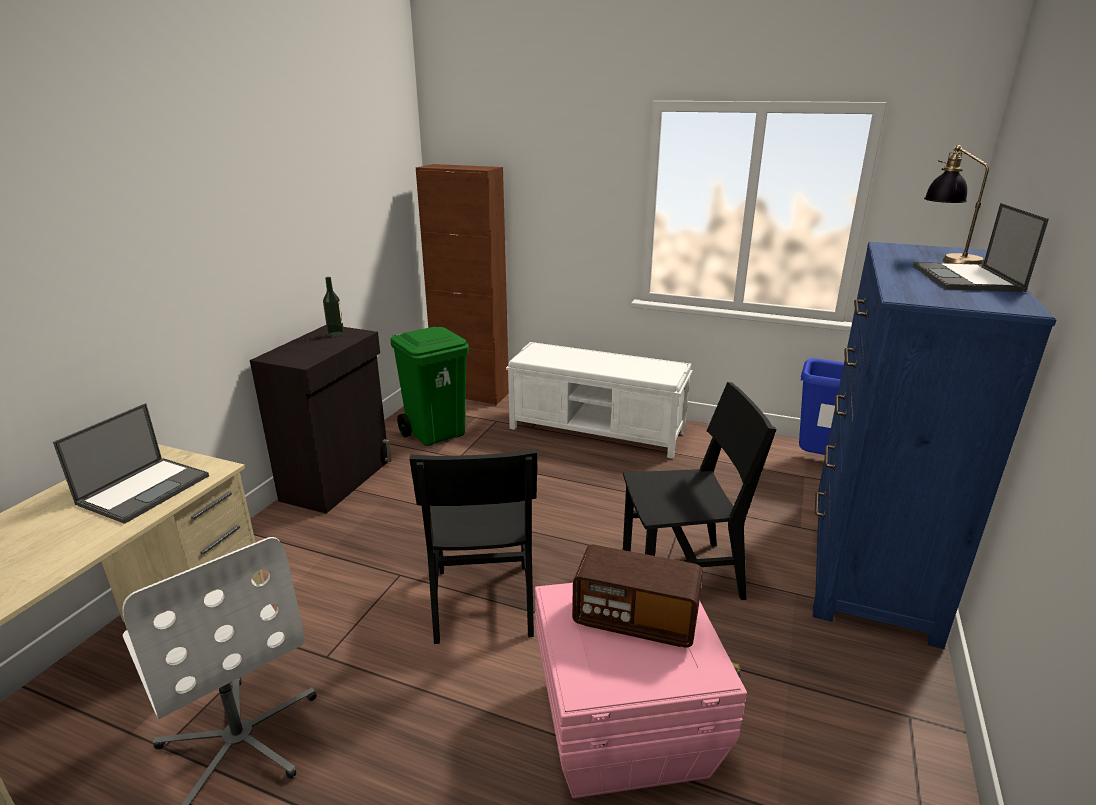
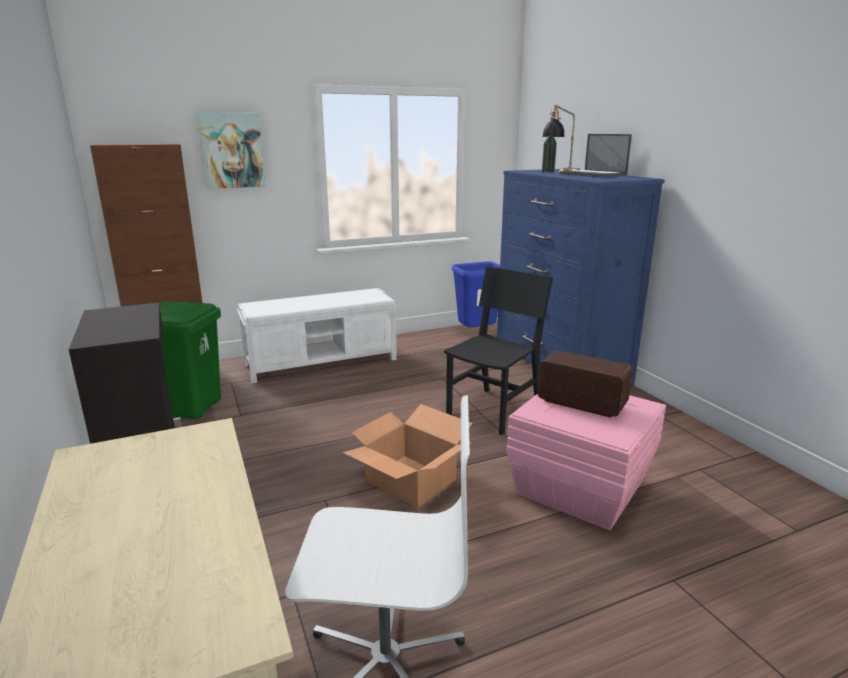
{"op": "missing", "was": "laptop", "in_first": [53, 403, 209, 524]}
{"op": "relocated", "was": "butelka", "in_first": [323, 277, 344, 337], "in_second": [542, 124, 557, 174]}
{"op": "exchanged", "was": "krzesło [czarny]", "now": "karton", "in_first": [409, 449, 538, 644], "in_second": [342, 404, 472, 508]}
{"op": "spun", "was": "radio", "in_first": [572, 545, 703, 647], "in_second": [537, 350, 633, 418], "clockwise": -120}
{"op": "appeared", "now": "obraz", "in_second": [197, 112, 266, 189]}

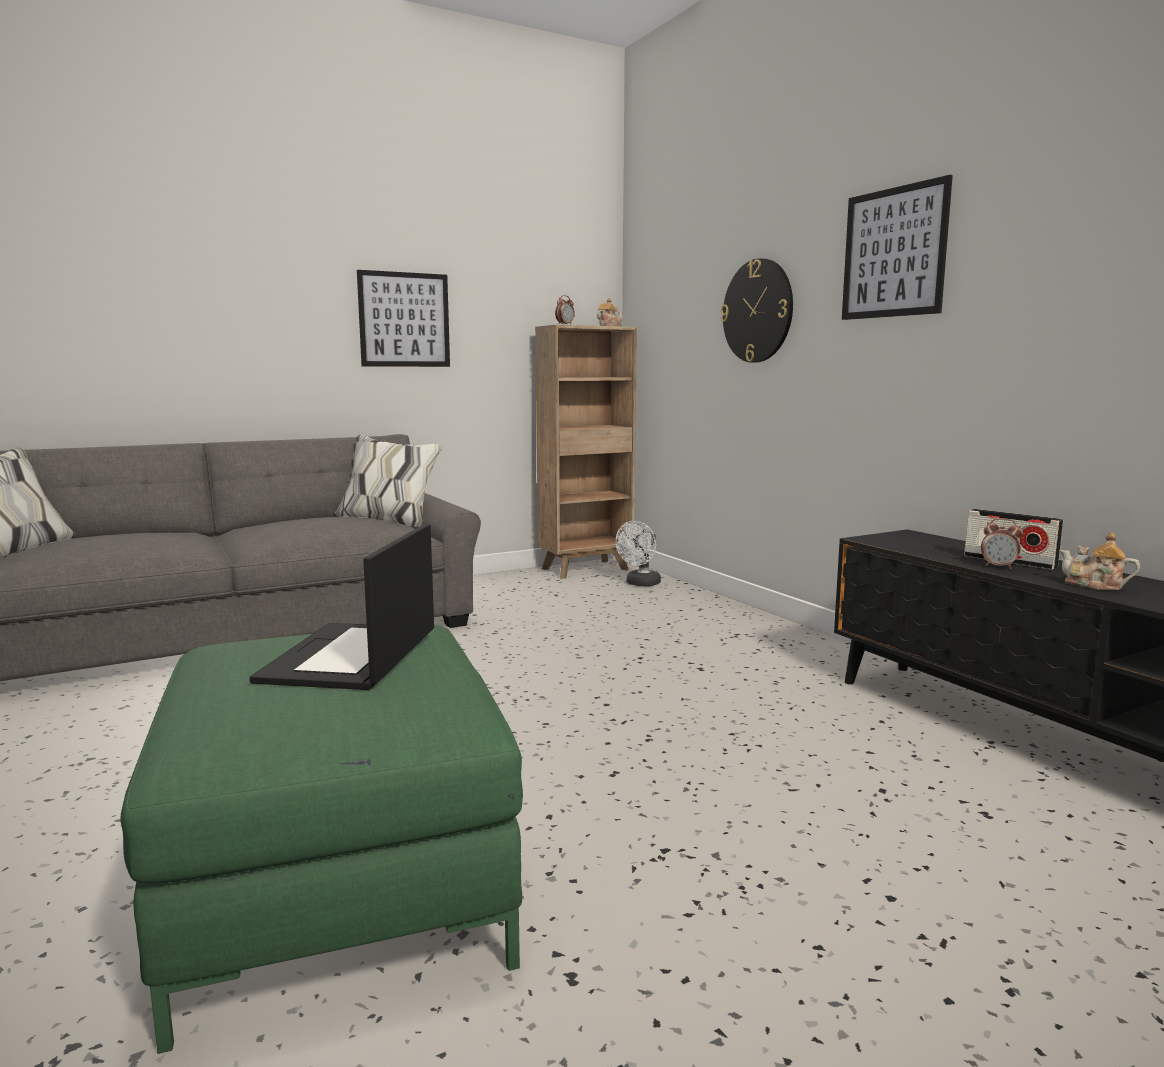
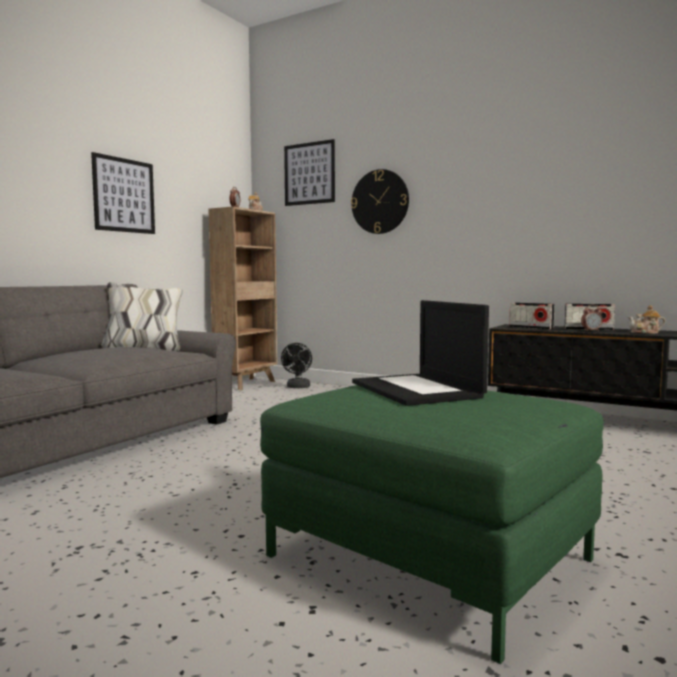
{"op": "colour", "was": "wentylator [biały]", "now": "wentylator [czarny]", "in_first": [616, 521, 661, 586], "in_second": [281, 343, 312, 388]}
{"op": "relocated", "was": "obraz", "in_first": [842, 175, 953, 320], "in_second": [284, 139, 335, 206]}
{"op": "appeared", "now": "radio", "in_second": [509, 302, 555, 330]}

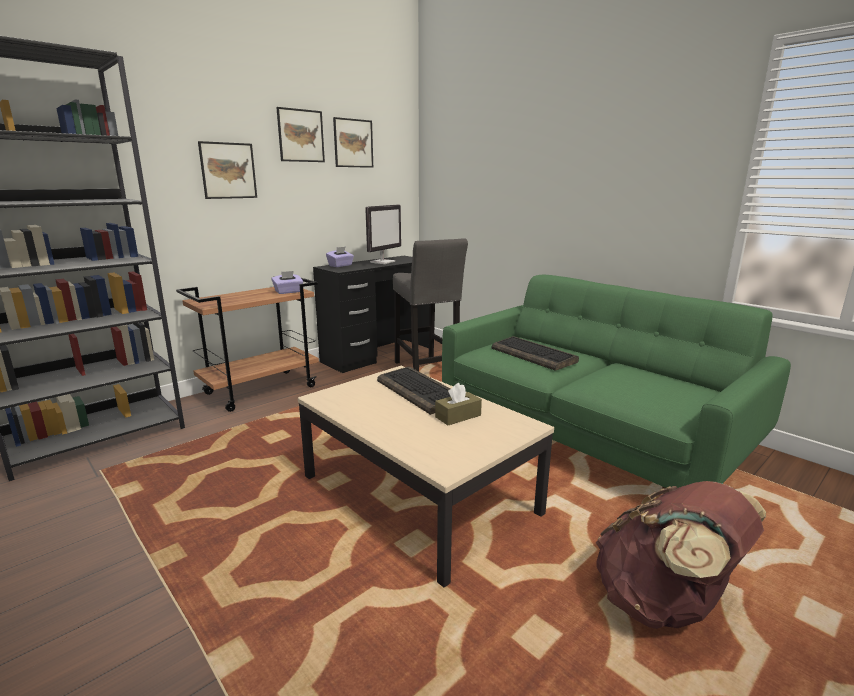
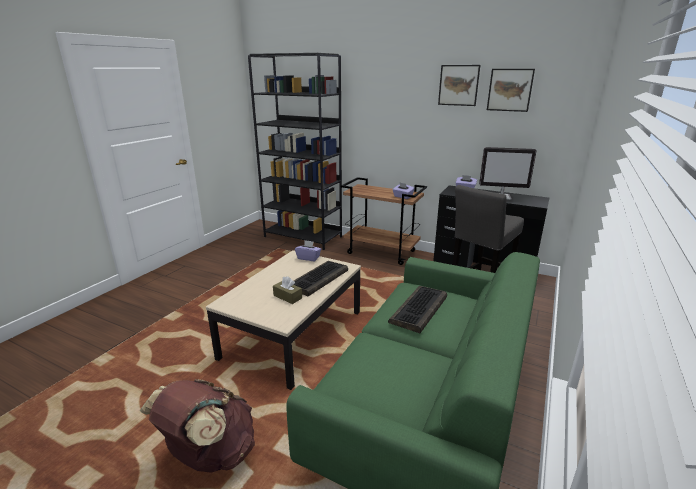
{"op": "missing", "was": "obraz", "in_first": [198, 141, 257, 199]}
{"op": "appeared", "now": "pudełko chusteczek [fioletowy]", "in_second": [295, 240, 321, 261]}

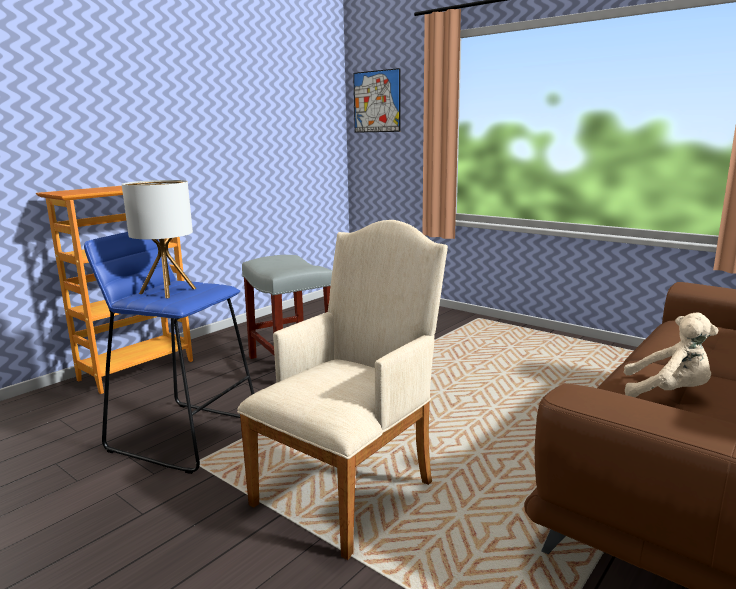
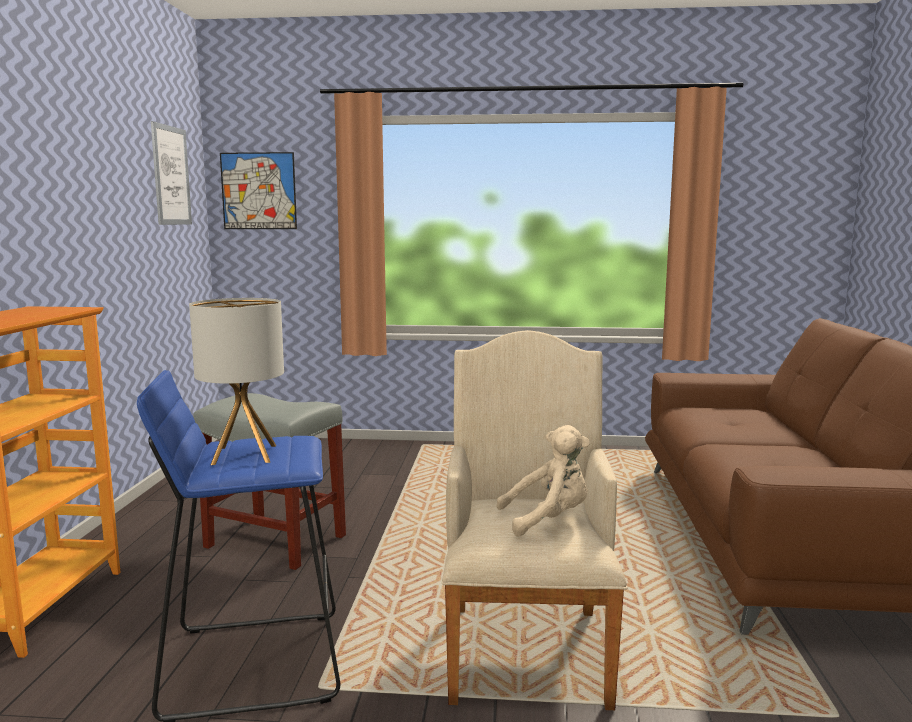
{"op": "relocated", "was": "pluszak [beżowy]", "in_first": [624, 313, 718, 397], "in_second": [496, 425, 590, 536]}
{"op": "appeared", "now": "obraz", "in_second": [151, 121, 192, 225]}

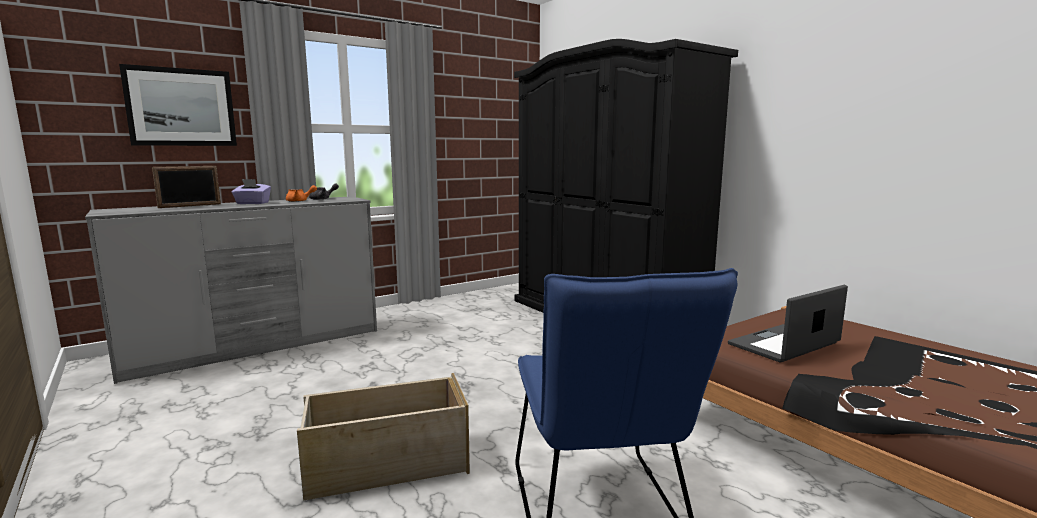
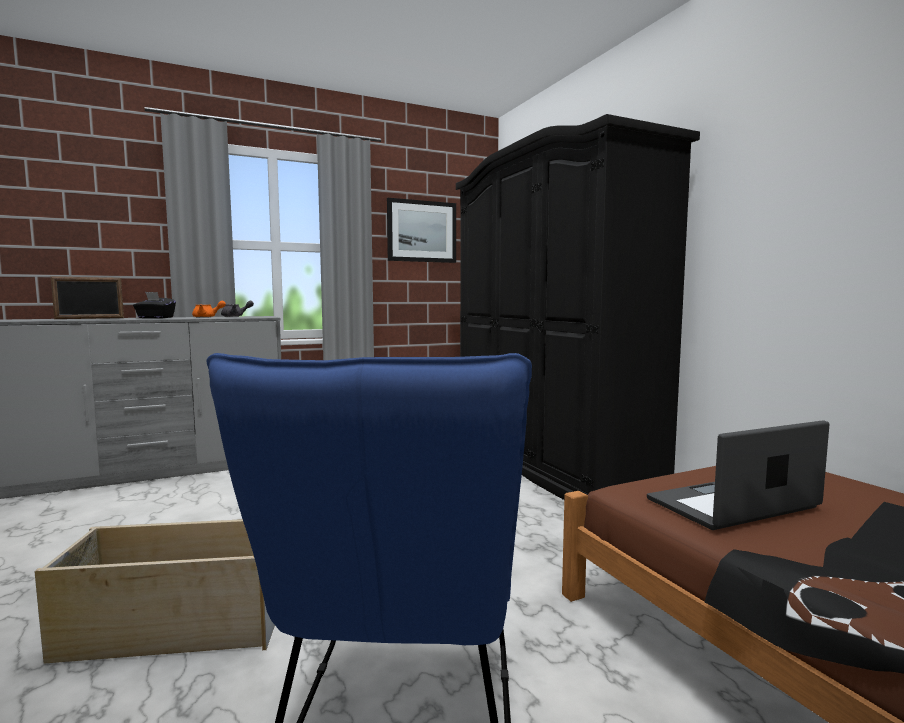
{"op": "relocated", "was": "obraz", "in_first": [119, 64, 237, 146], "in_second": [387, 198, 456, 263]}
{"op": "colour", "was": "pudełko chusteczek [fioletowy]", "now": "pudełko chusteczek [czarny]", "in_first": [232, 179, 271, 204], "in_second": [133, 292, 176, 318]}

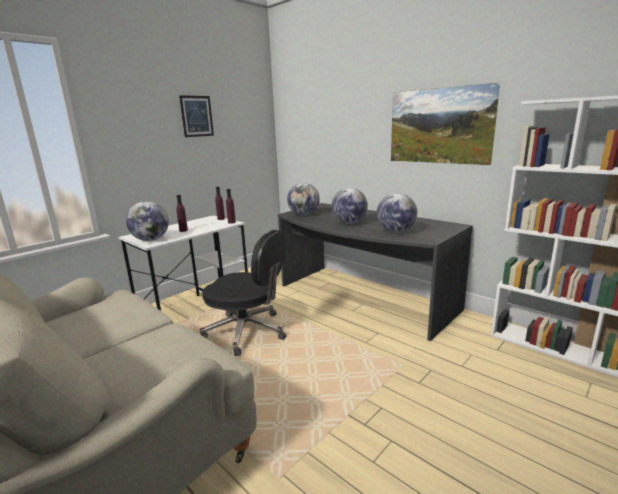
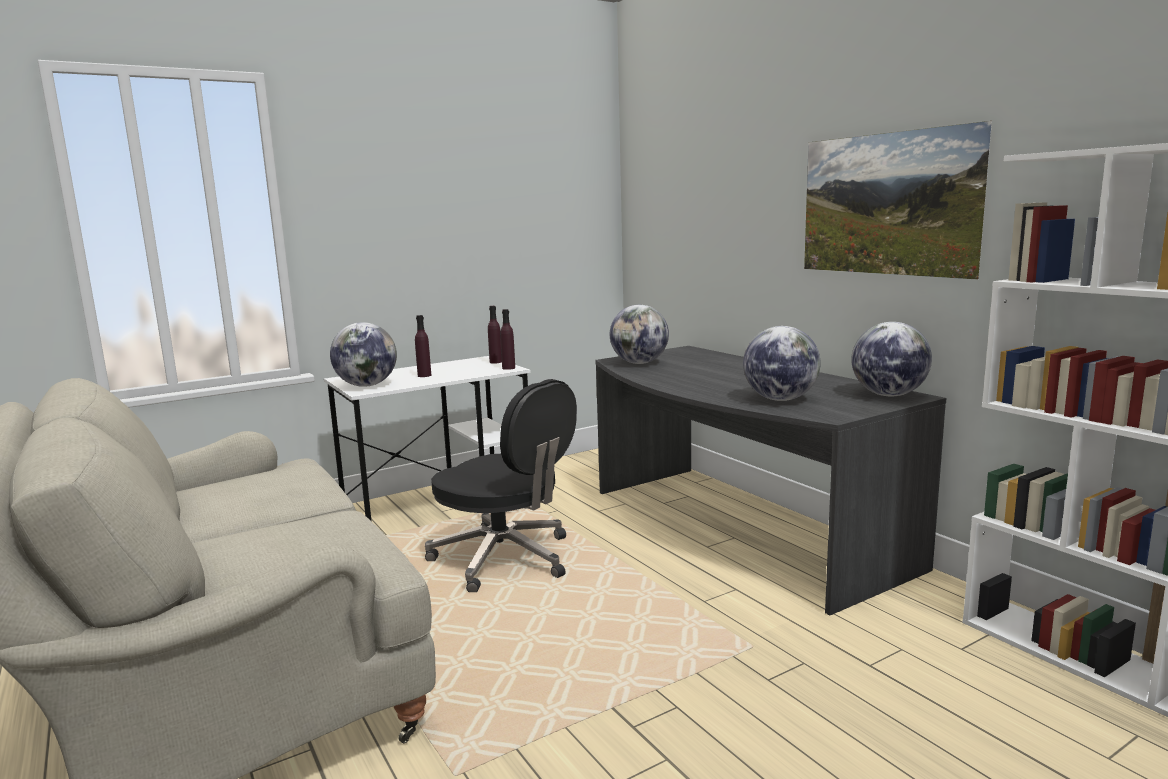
{"op": "missing", "was": "obraz", "in_first": [179, 95, 214, 137]}
{"op": "relocated", "was": "globus", "in_first": [331, 188, 368, 224], "in_second": [851, 322, 932, 396]}

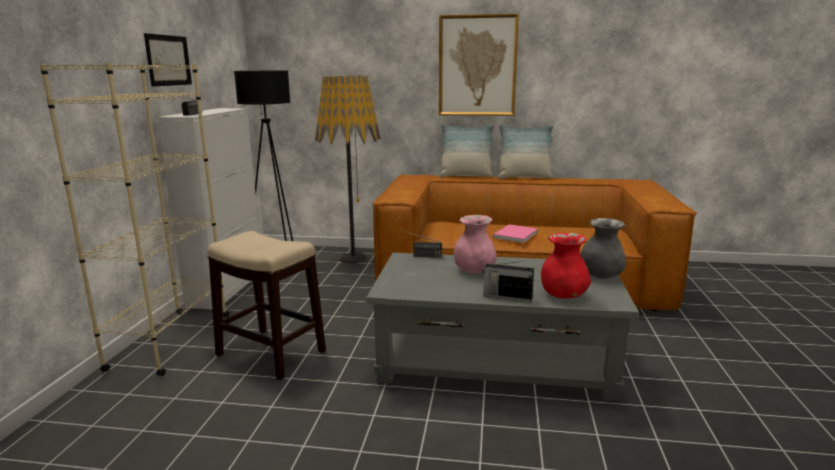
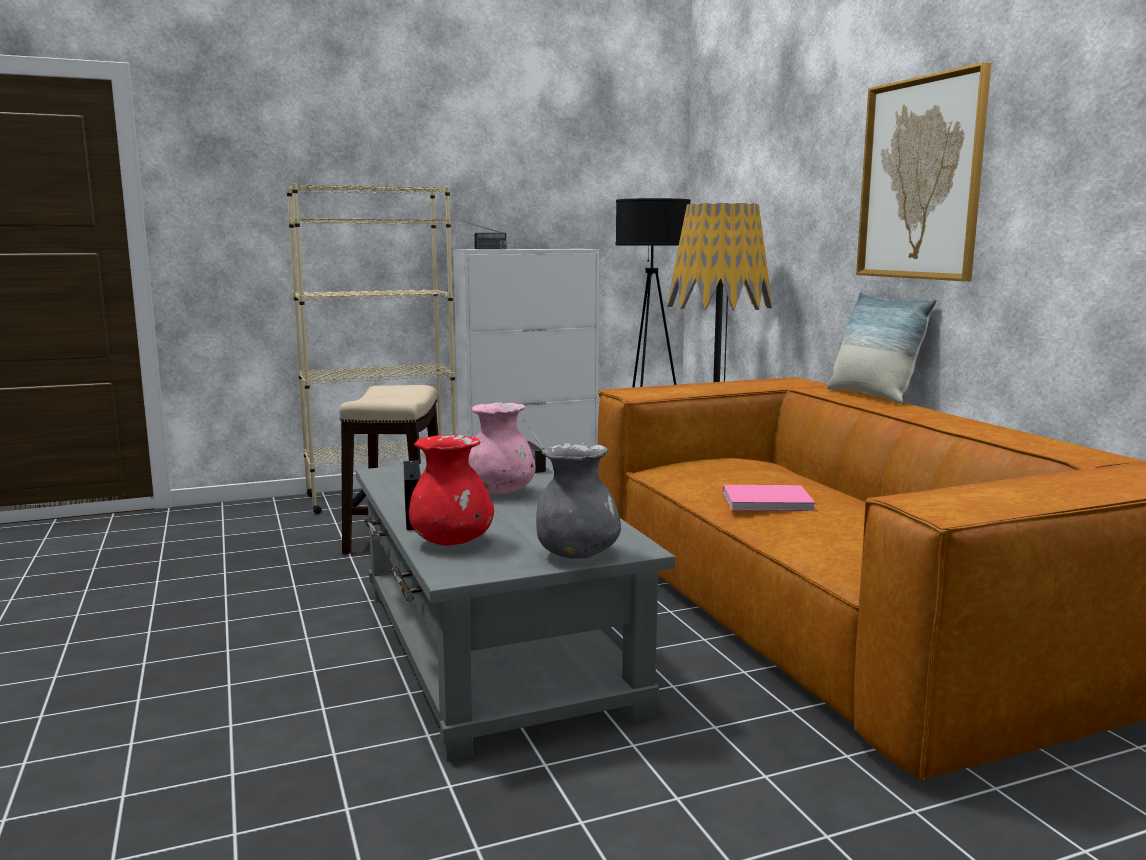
{"op": "missing", "was": "obraz", "in_first": [144, 33, 192, 87]}
{"op": "missing", "was": "poduszka", "in_first": [498, 125, 553, 179]}

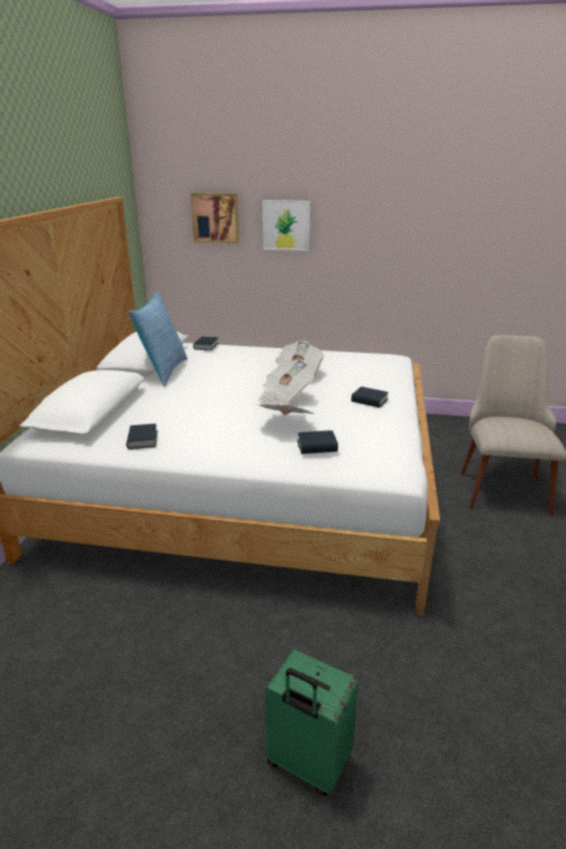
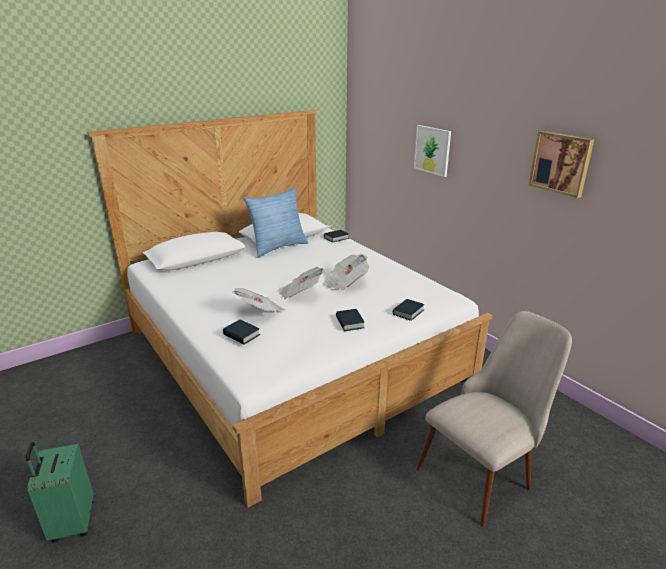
{"op": "relocated", "was": "książka", "in_first": [126, 424, 158, 449], "in_second": [393, 299, 424, 321]}
{"op": "relocated", "was": "obraz", "in_first": [190, 193, 239, 243], "in_second": [529, 131, 594, 198]}

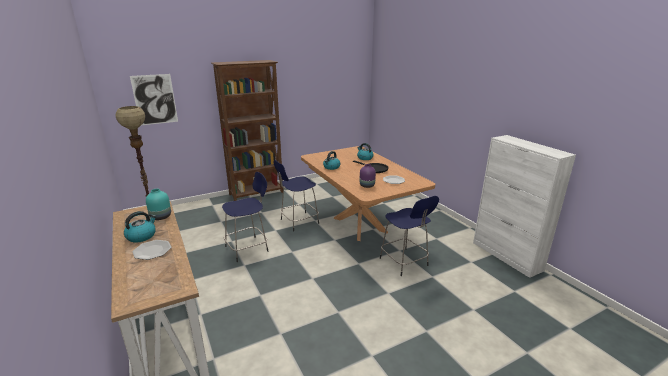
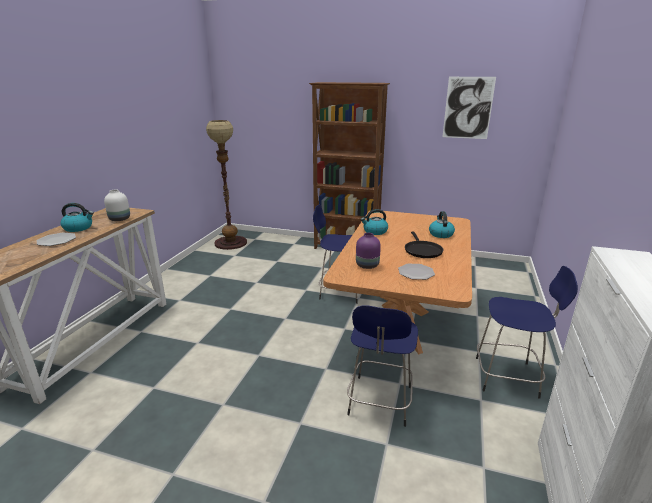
{"op": "relocated", "was": "obraz", "in_first": [130, 74, 178, 125], "in_second": [443, 77, 496, 139]}
{"op": "colour", "was": "wazon [turkusowy]", "now": "wazon [biały]", "in_first": [146, 189, 171, 220], "in_second": [104, 189, 130, 221]}
{"op": "relocated", "was": "stołek [niebieski]", "in_first": [222, 172, 268, 262], "in_second": [476, 266, 578, 399]}

